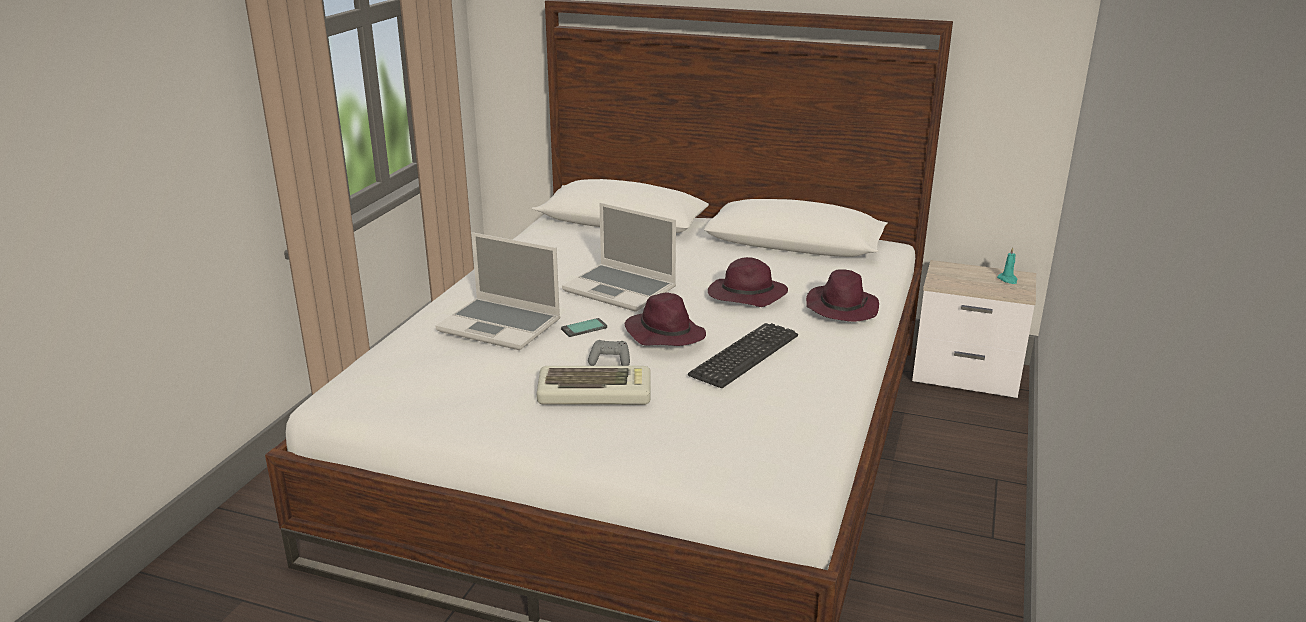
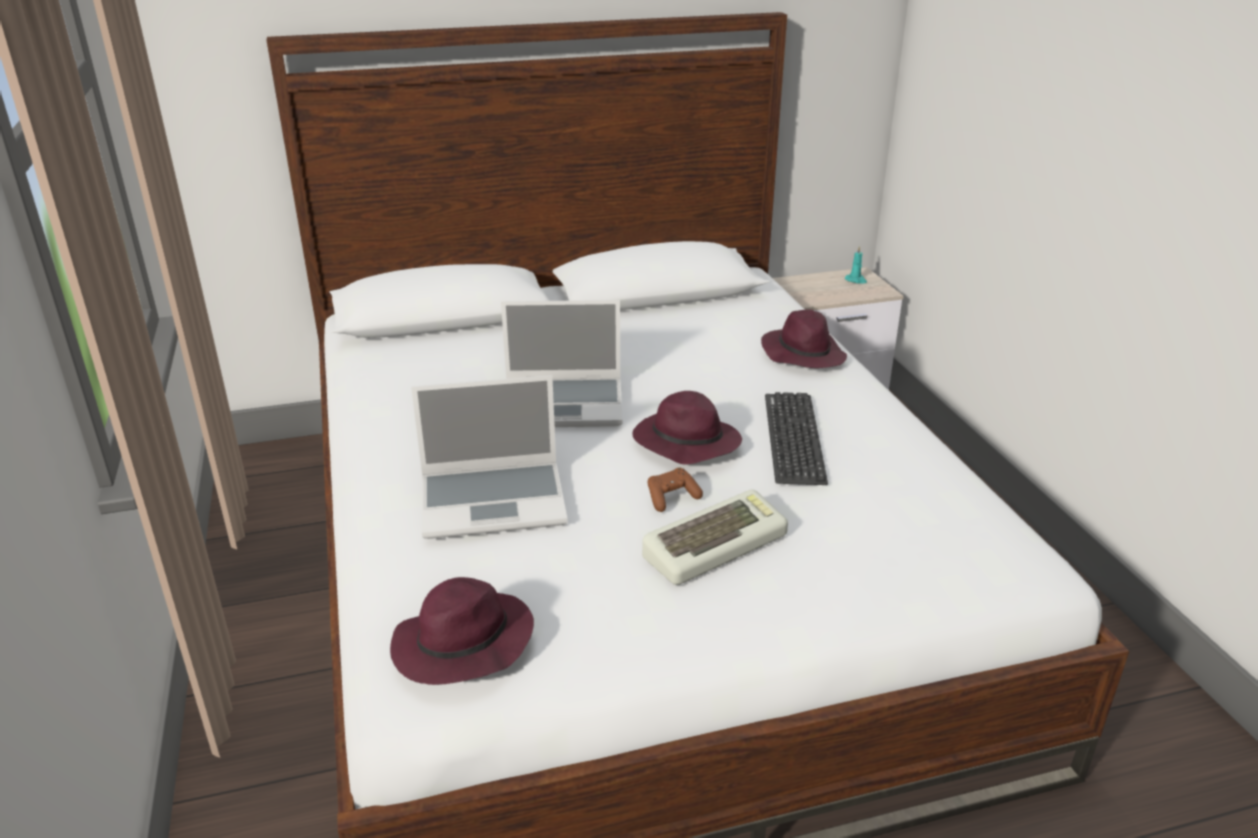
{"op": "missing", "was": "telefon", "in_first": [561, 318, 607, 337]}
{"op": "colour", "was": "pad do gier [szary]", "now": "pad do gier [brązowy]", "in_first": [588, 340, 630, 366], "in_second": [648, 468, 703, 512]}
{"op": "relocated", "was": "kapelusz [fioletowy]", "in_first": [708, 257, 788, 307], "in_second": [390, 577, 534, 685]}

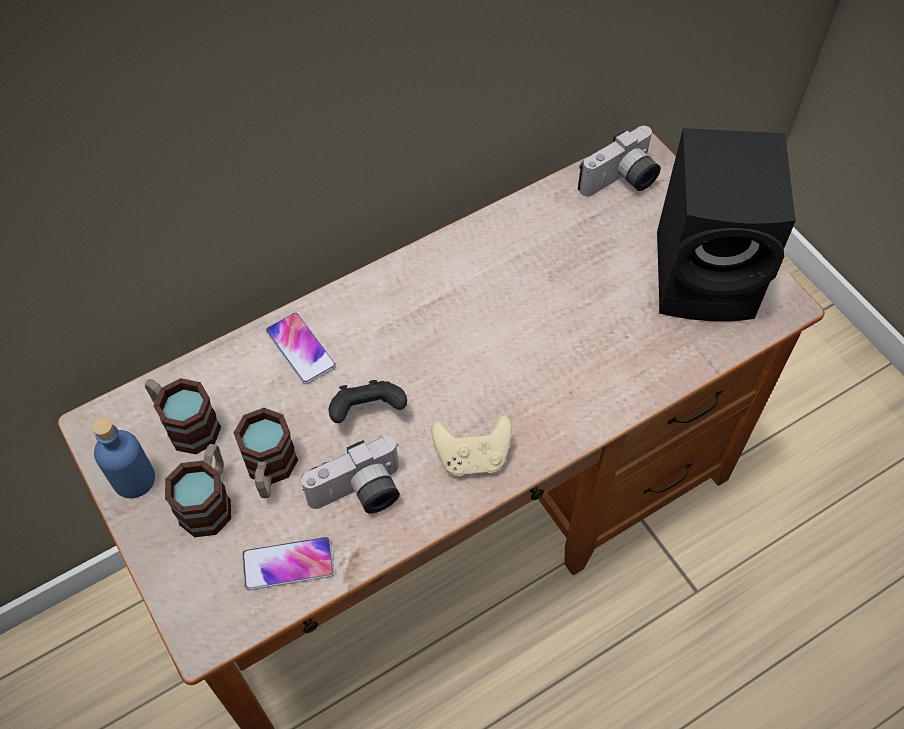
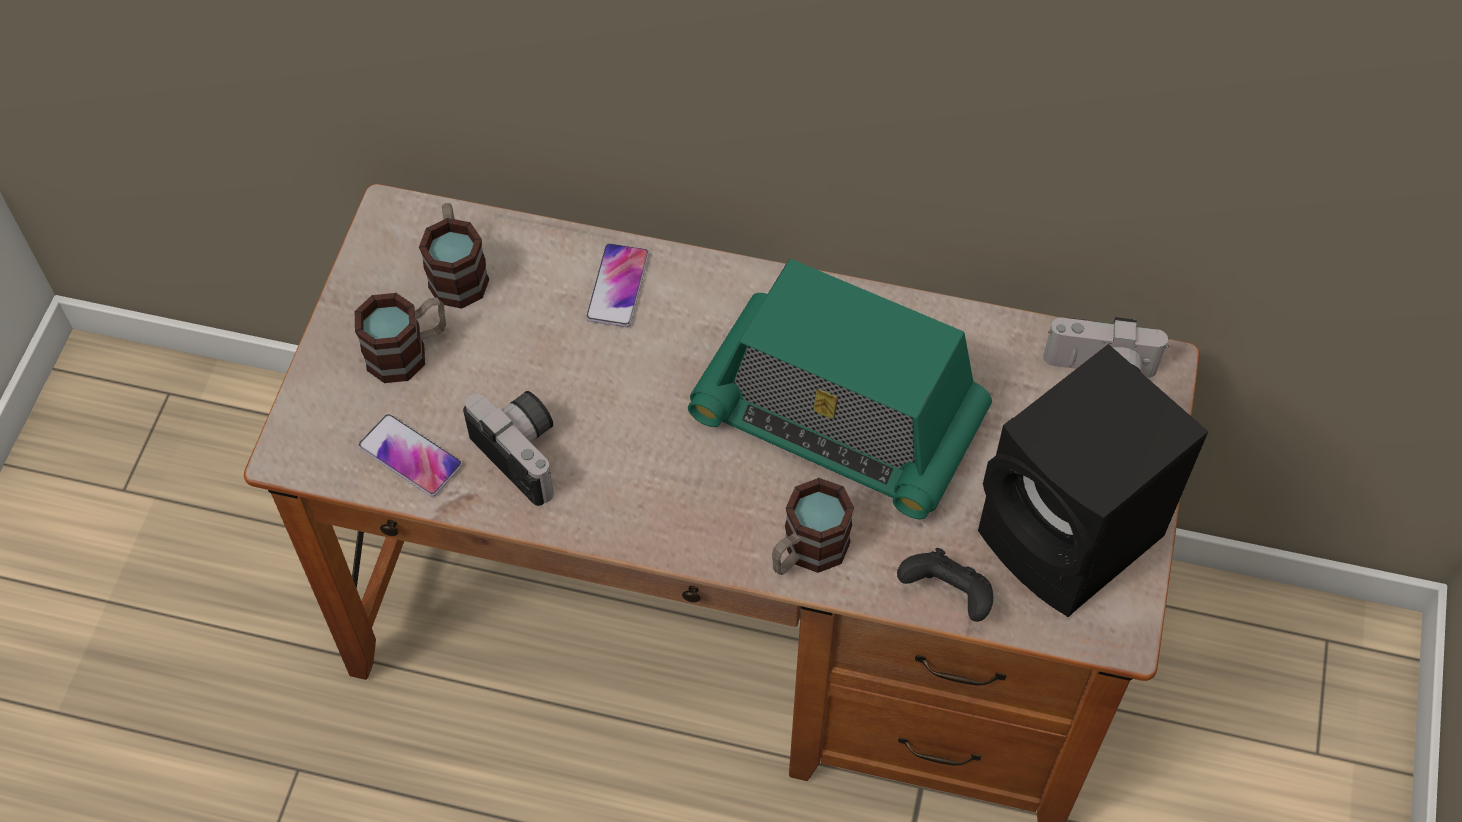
{"op": "missing", "was": "butelka [niebieski]", "in_first": [92, 417, 155, 498]}
{"op": "relocated", "was": "kubek", "in_first": [234, 408, 298, 498], "in_second": [772, 478, 854, 575]}
{"op": "spun", "was": "aparat fotograficzny", "in_first": [301, 436, 400, 514], "in_second": [463, 391, 554, 506], "clockwise": -150}
{"op": "relocated", "was": "pad do gier [czarny]", "in_first": [328, 380, 407, 423], "in_second": [897, 548, 993, 622]}
{"op": "missing", "was": "pad do gier [beżowy]", "in_first": [432, 415, 512, 476]}
{"op": "appeared", "now": "radio", "in_second": [688, 259, 992, 519]}

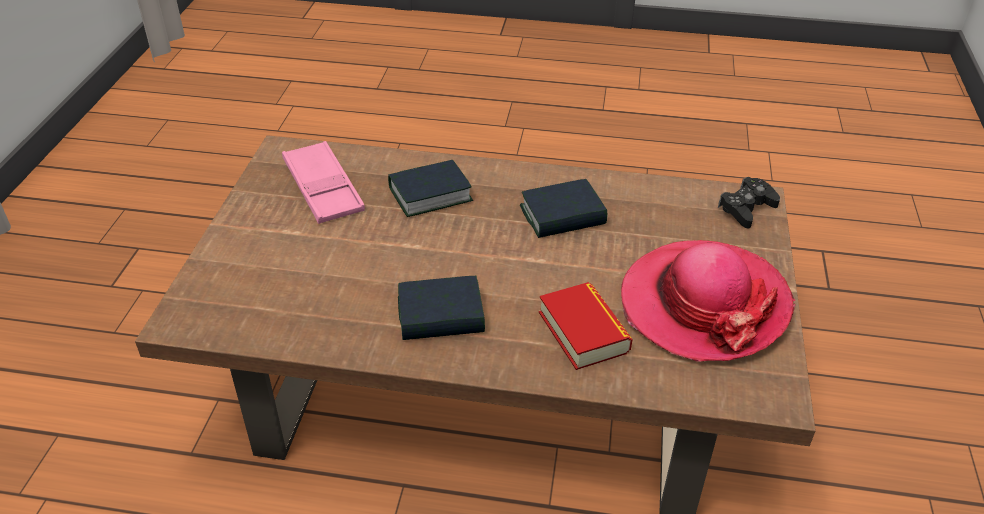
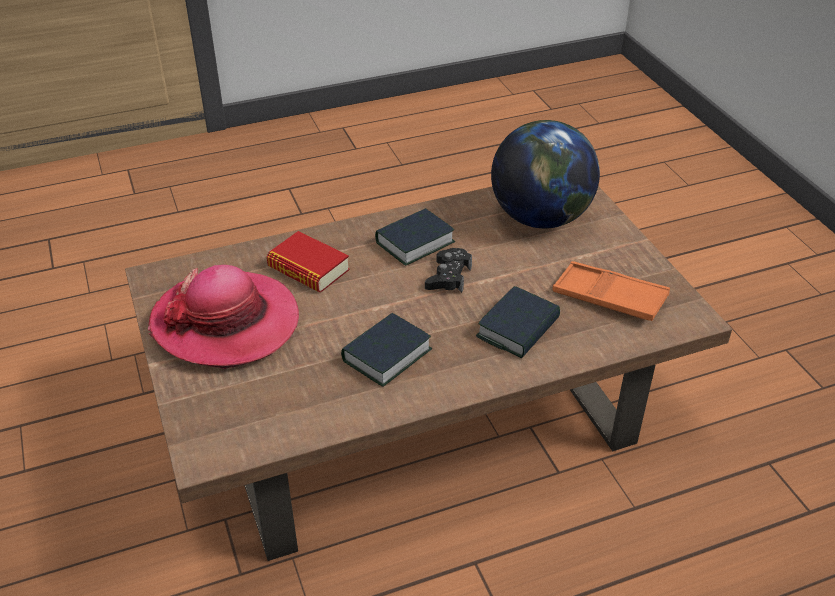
{"op": "colour", "was": "taca [różowy]", "now": "taca [pomarańczowy]", "in_first": [282, 141, 365, 224], "in_second": [552, 261, 670, 321]}
{"op": "relocated", "was": "pad do gier [czarny]", "in_first": [718, 177, 780, 229], "in_second": [425, 248, 472, 293]}
{"op": "appeared", "now": "globus", "in_second": [491, 120, 600, 228]}

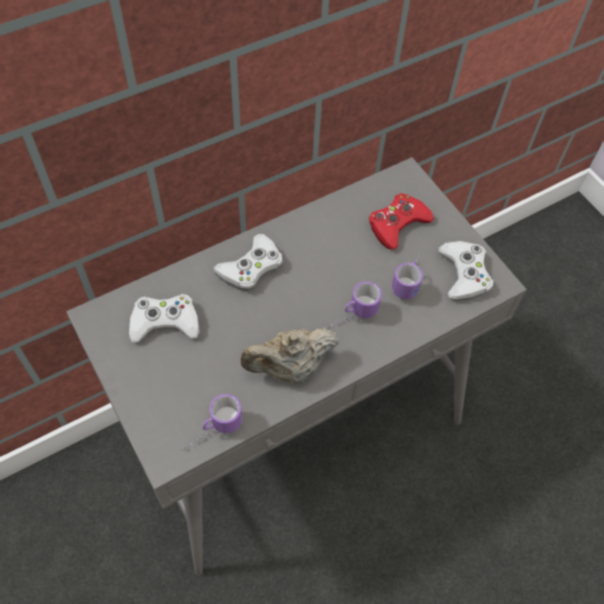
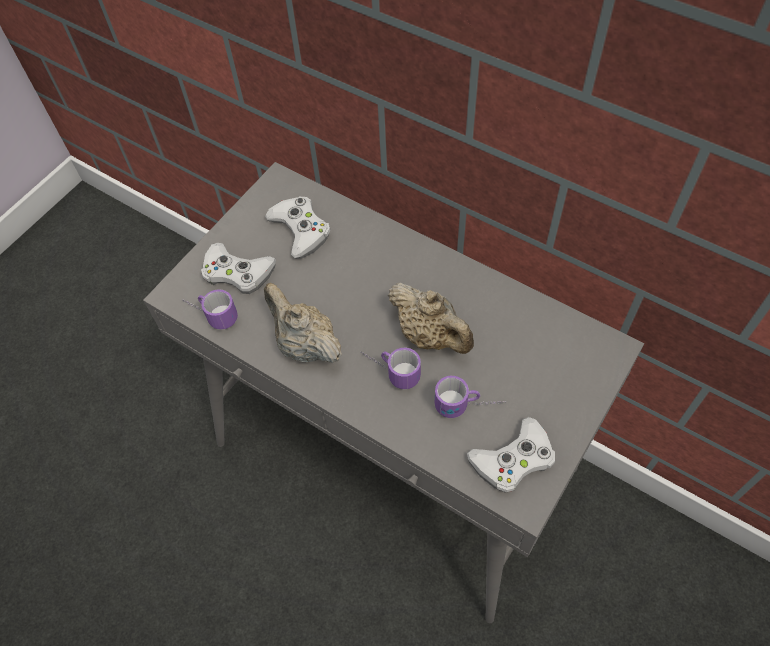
{"op": "relocated", "was": "pad do gier [biały]", "in_first": [213, 234, 283, 291], "in_second": [201, 243, 276, 294]}
{"op": "missing", "was": "pad do gier [czerwony]", "in_first": [369, 193, 434, 250]}
{"op": "appeared", "now": "imbryk [beżowy]", "in_second": [388, 282, 474, 354]}

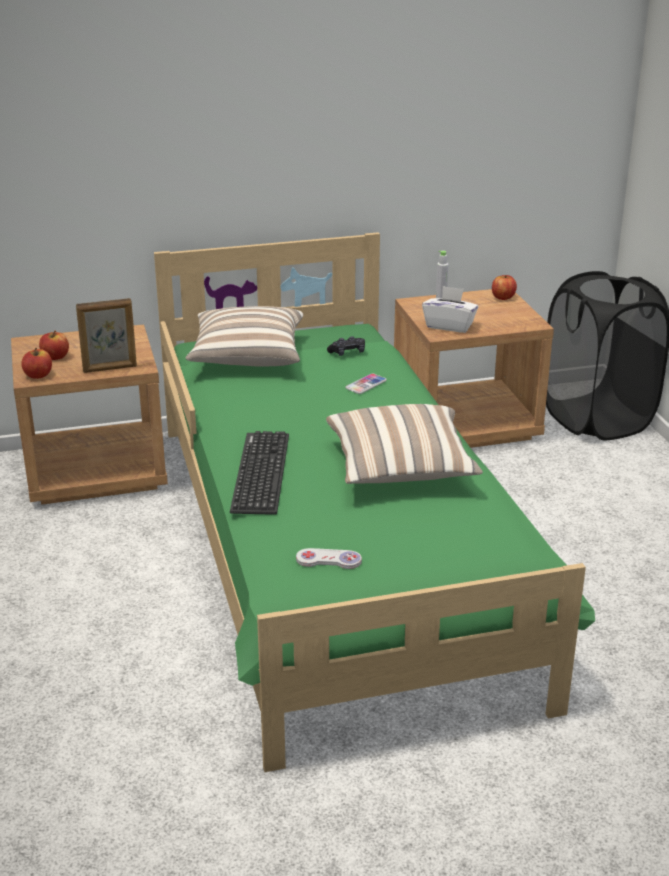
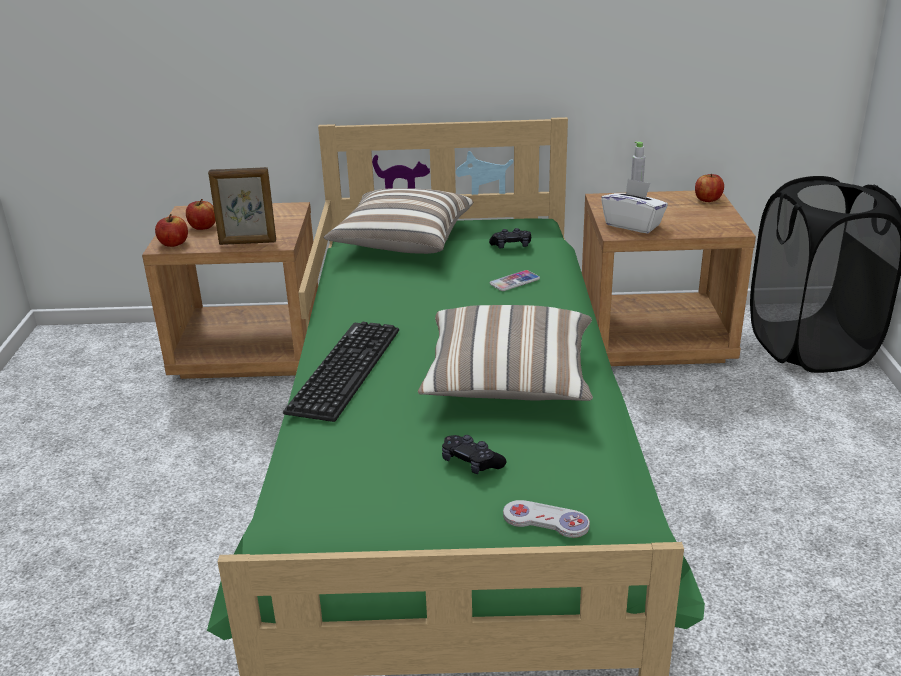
{"op": "relocated", "was": "pad do gier [biały]", "in_first": [296, 548, 362, 569], "in_second": [503, 500, 590, 538]}
{"op": "appeared", "now": "pad do gier [czarny]", "in_second": [442, 435, 506, 474]}

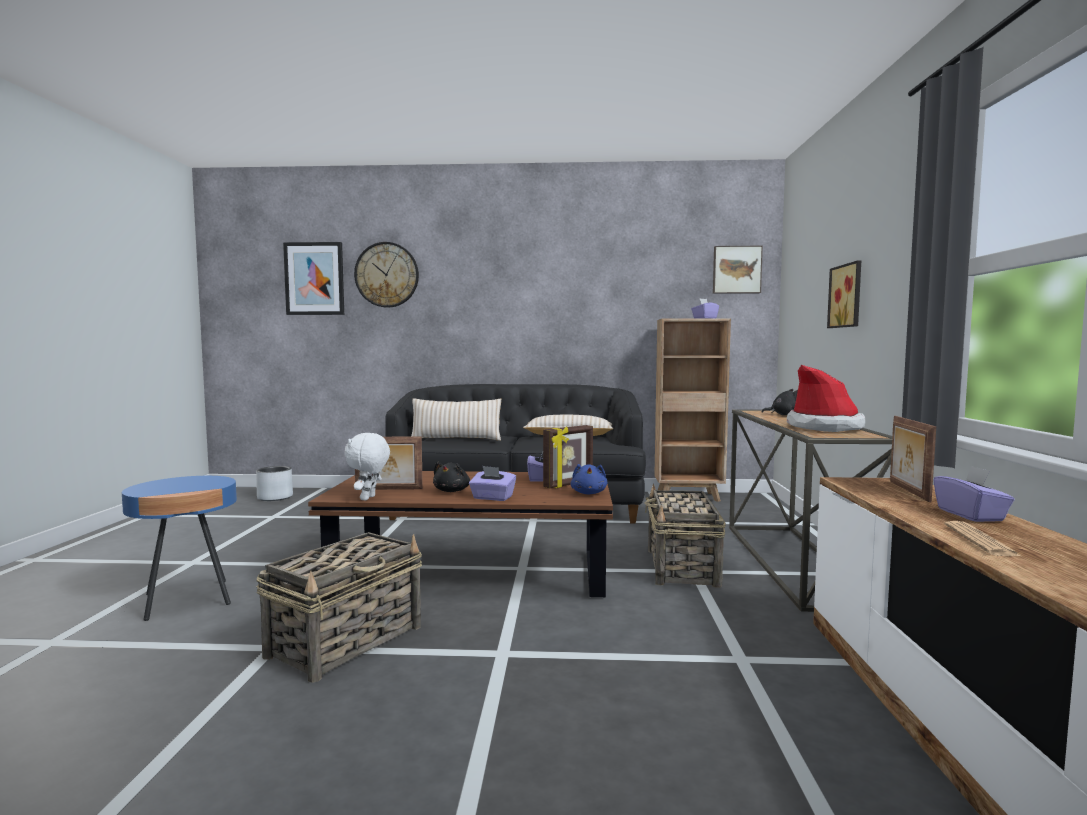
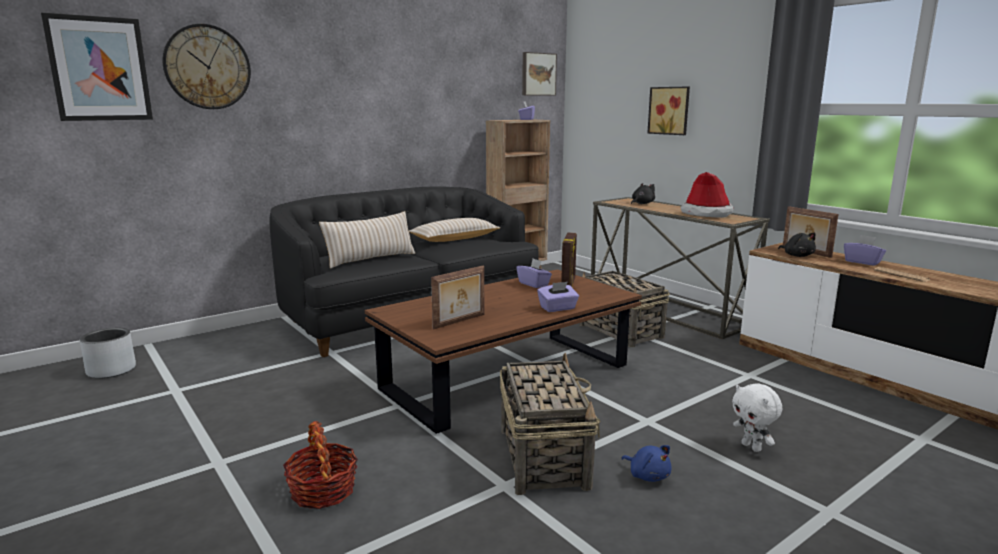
{"op": "exchanged", "was": "stolik [niebieski]", "now": "koszyk", "in_first": [122, 476, 237, 621], "in_second": [283, 421, 358, 509]}
{"op": "relocated", "was": "pluszak [biały]", "in_first": [345, 433, 390, 500], "in_second": [732, 383, 782, 452]}
{"op": "relocated", "was": "pluszak [czarny]", "in_first": [433, 462, 470, 492], "in_second": [778, 233, 816, 257]}
{"op": "relocated", "was": "pluszak [niebieski]", "in_first": [571, 464, 608, 494], "in_second": [621, 445, 671, 482]}

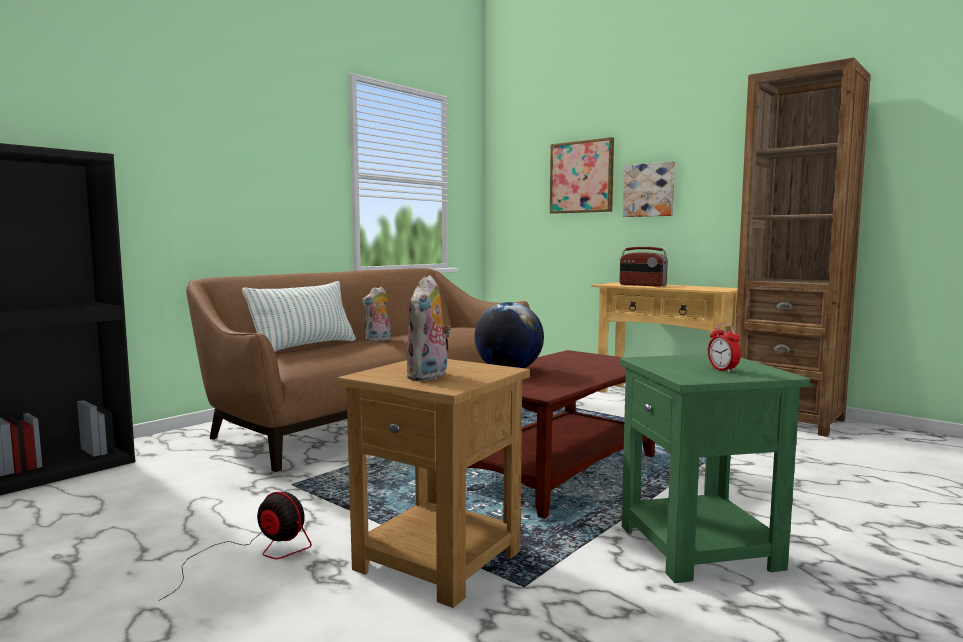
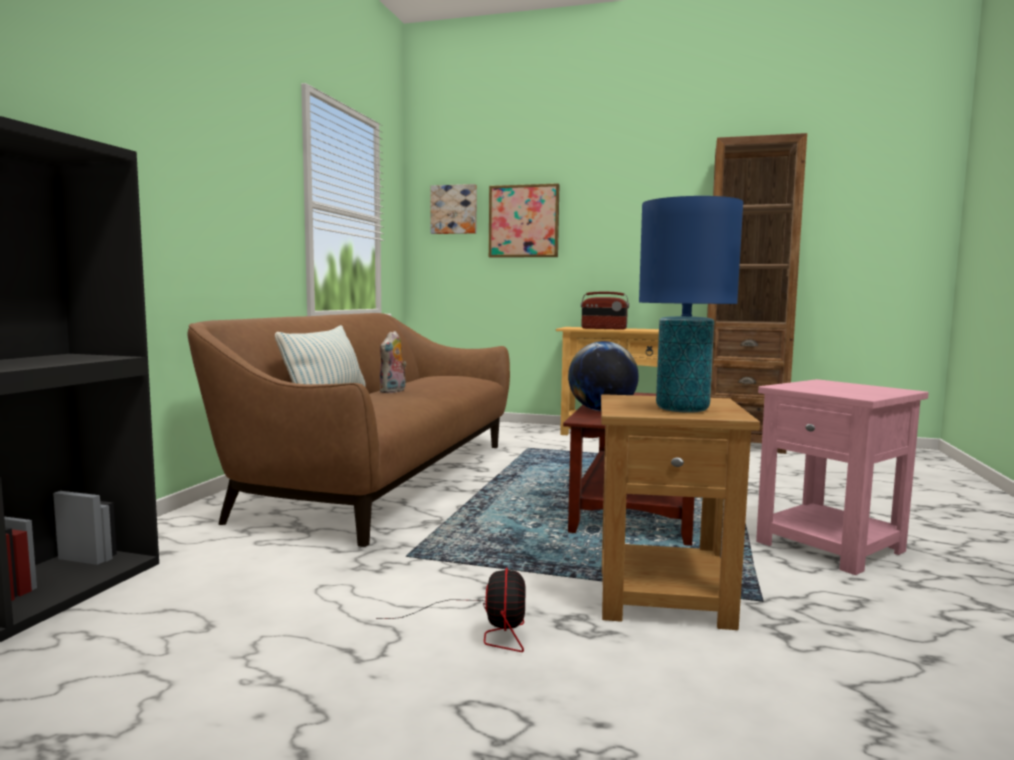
{"op": "spun", "was": "wentylator", "in_first": [159, 492, 312, 601], "in_second": [376, 568, 525, 652], "clockwise": 90}
{"op": "exchanged", "was": "pluszak", "now": "lampa stołowa [niebieski]", "in_first": [406, 275, 451, 381], "in_second": [639, 196, 743, 413]}
{"op": "colour", "was": "stolik [zielony]", "now": "stolik [różowy]", "in_first": [620, 354, 810, 583], "in_second": [756, 379, 929, 575]}
{"op": "relocated", "was": "obraz", "in_first": [623, 161, 675, 217], "in_second": [430, 184, 477, 234]}
{"op": "missing", "was": "budzik", "in_first": [708, 323, 741, 373]}

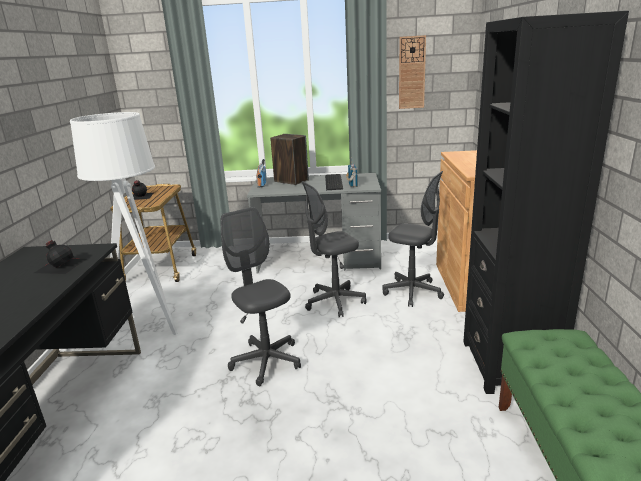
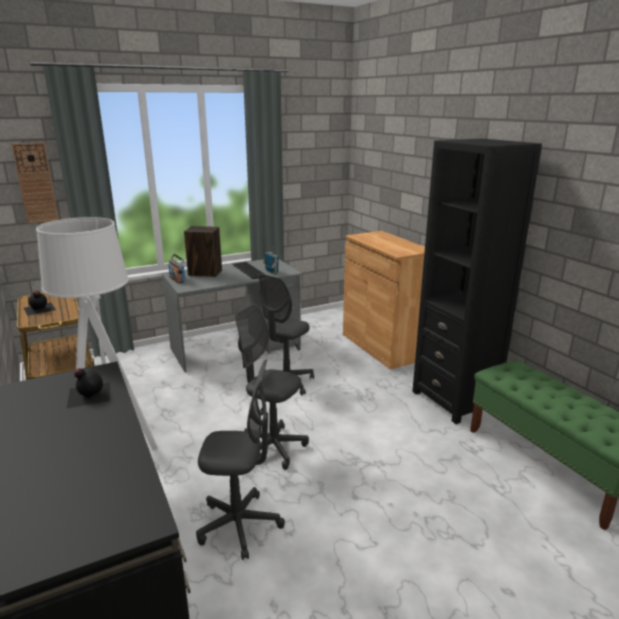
{"op": "relocated", "was": "krzesło biurowe [szary]", "in_first": [383, 171, 444, 307], "in_second": [196, 360, 285, 560]}
{"op": "relocated", "was": "zegar ścienny", "in_first": [399, 35, 426, 109], "in_second": [11, 142, 59, 223]}

